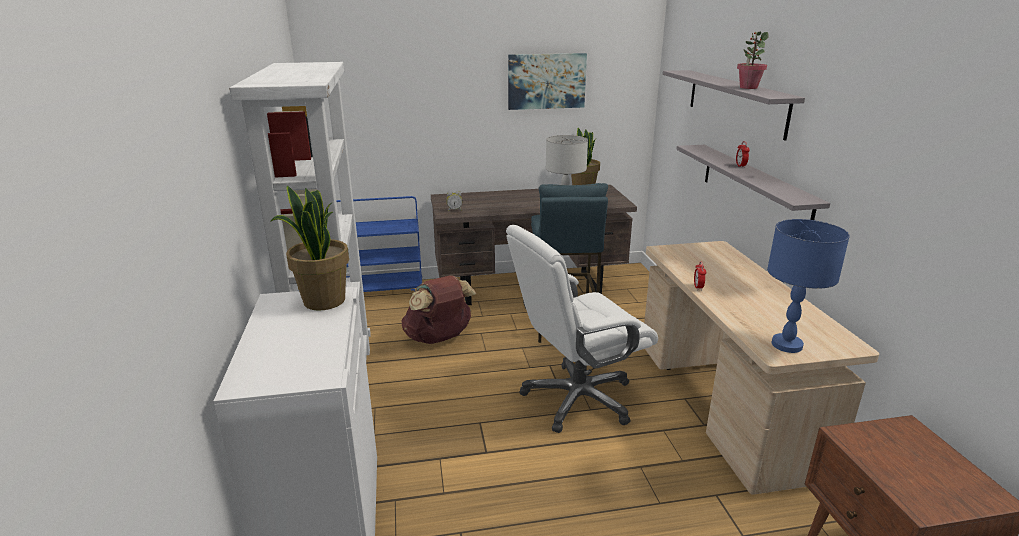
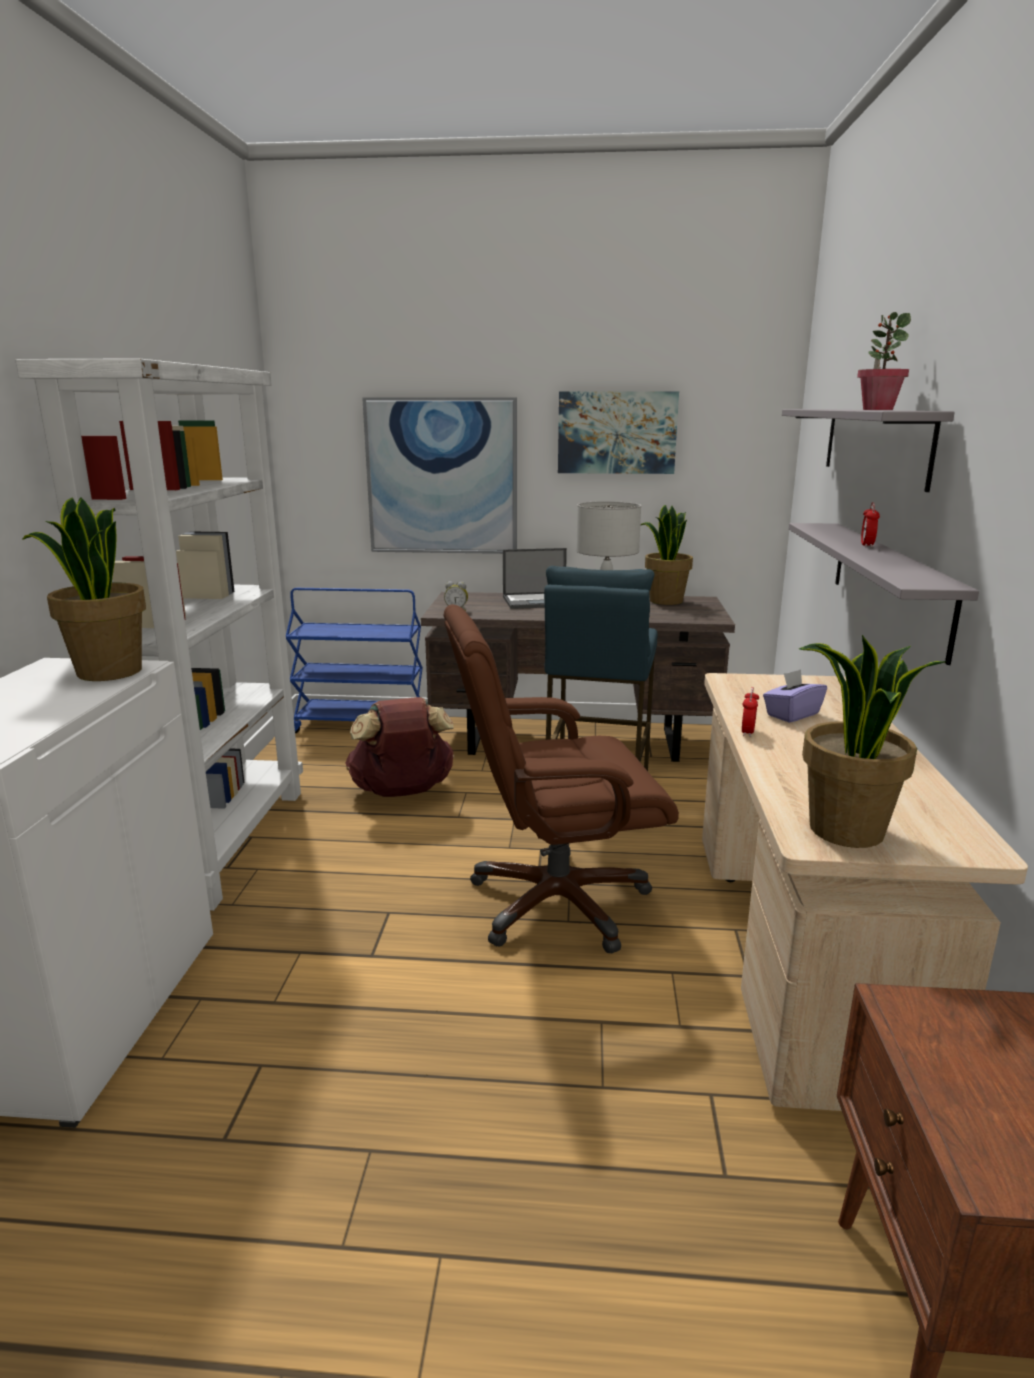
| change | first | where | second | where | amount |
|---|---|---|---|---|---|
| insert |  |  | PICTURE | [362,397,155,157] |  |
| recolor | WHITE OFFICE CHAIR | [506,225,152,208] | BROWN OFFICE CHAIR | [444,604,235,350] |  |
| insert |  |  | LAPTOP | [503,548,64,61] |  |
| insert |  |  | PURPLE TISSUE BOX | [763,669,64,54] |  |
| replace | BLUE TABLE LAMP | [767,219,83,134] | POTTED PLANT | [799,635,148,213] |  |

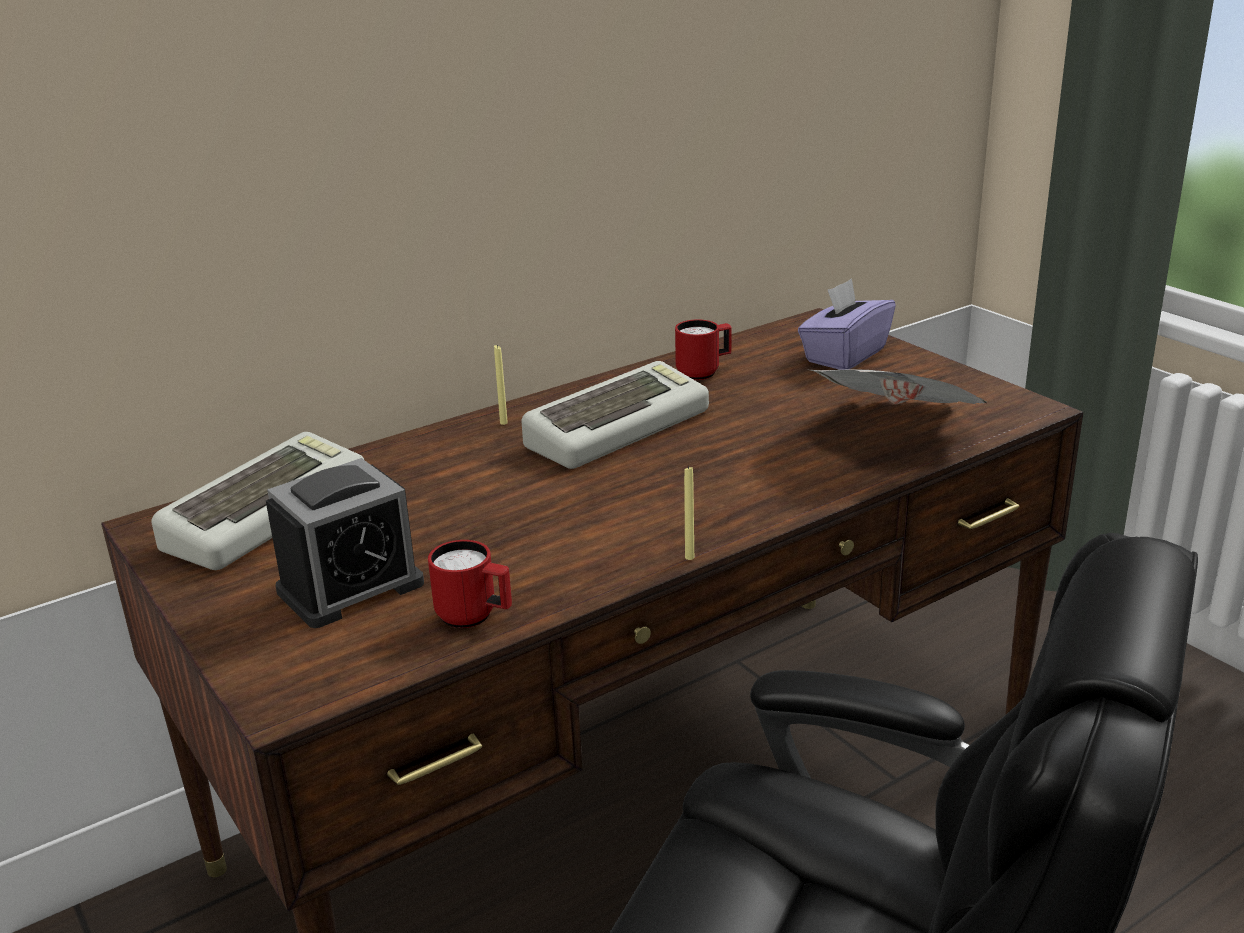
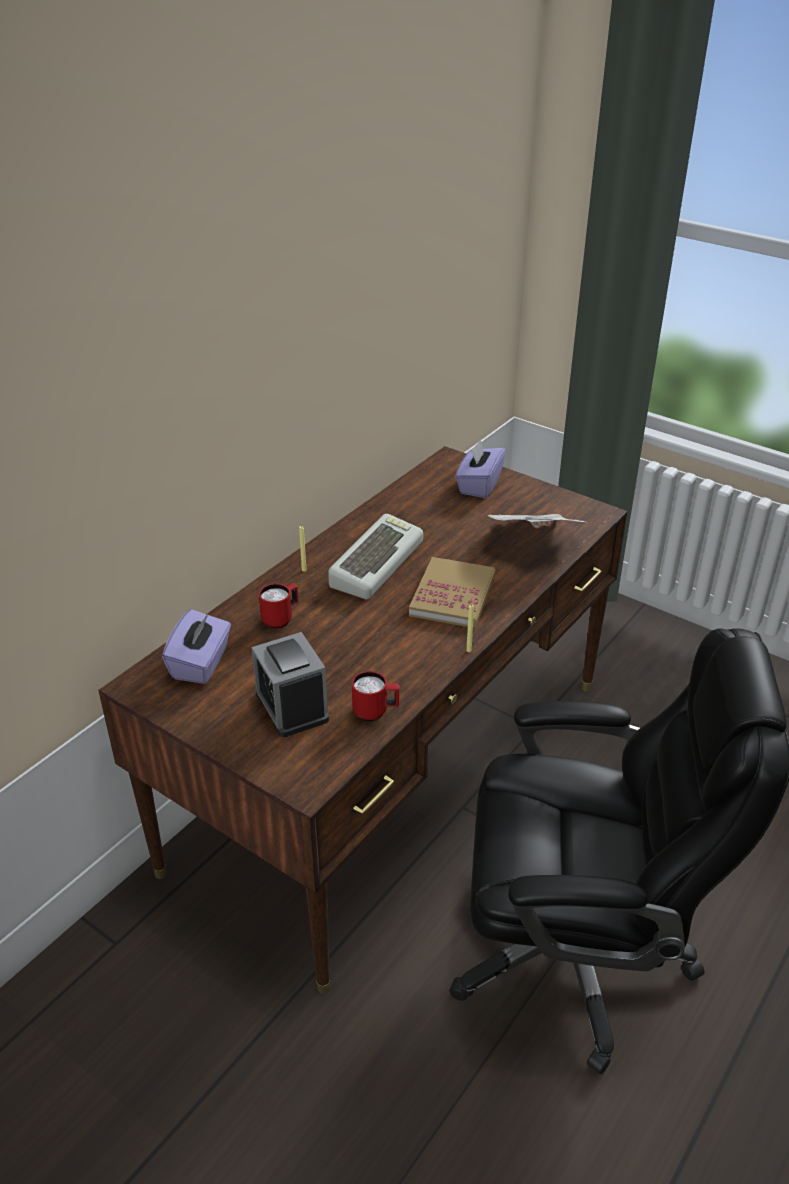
| change | first | where | second | where | amount |
|---|---|---|---|---|---|
| replace | KEYBOARD | [151,432,213,138] | PURPLE TISSUE BOX | [162,609,69,75] |  |
| rotate | ALARM CLOCK | [266,458,158,170] |  | [252,632,77,105] | 120 degrees clockwise |
| move | RED MUG | [675,319,57,61] |  | [259,583,40,46] |  |
| insert |  |  | BOOK | [409,557,87,71] |  |

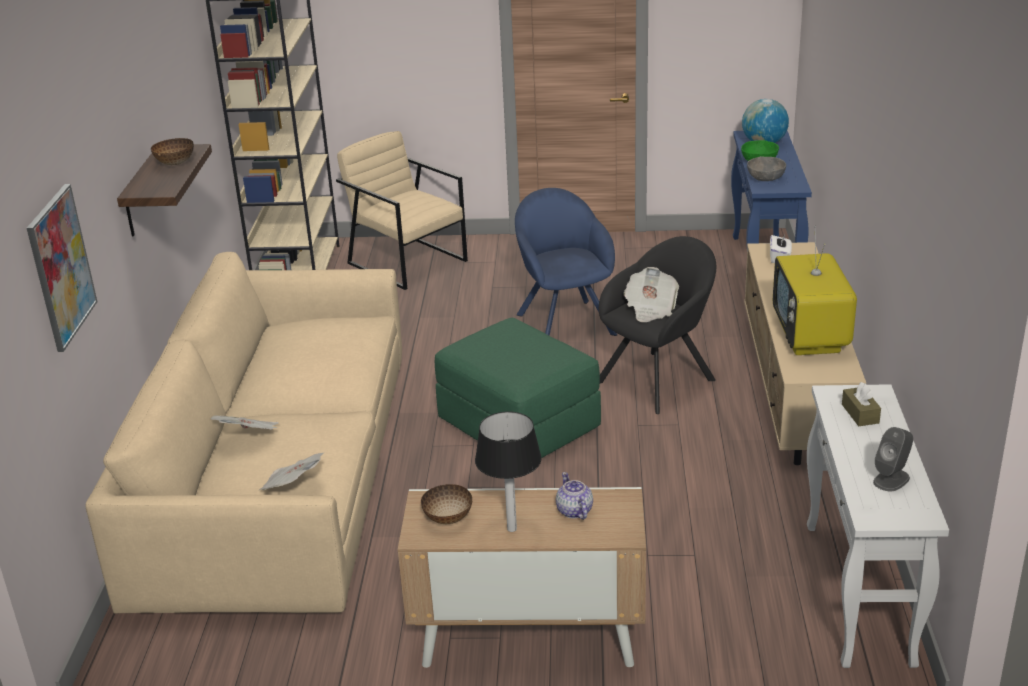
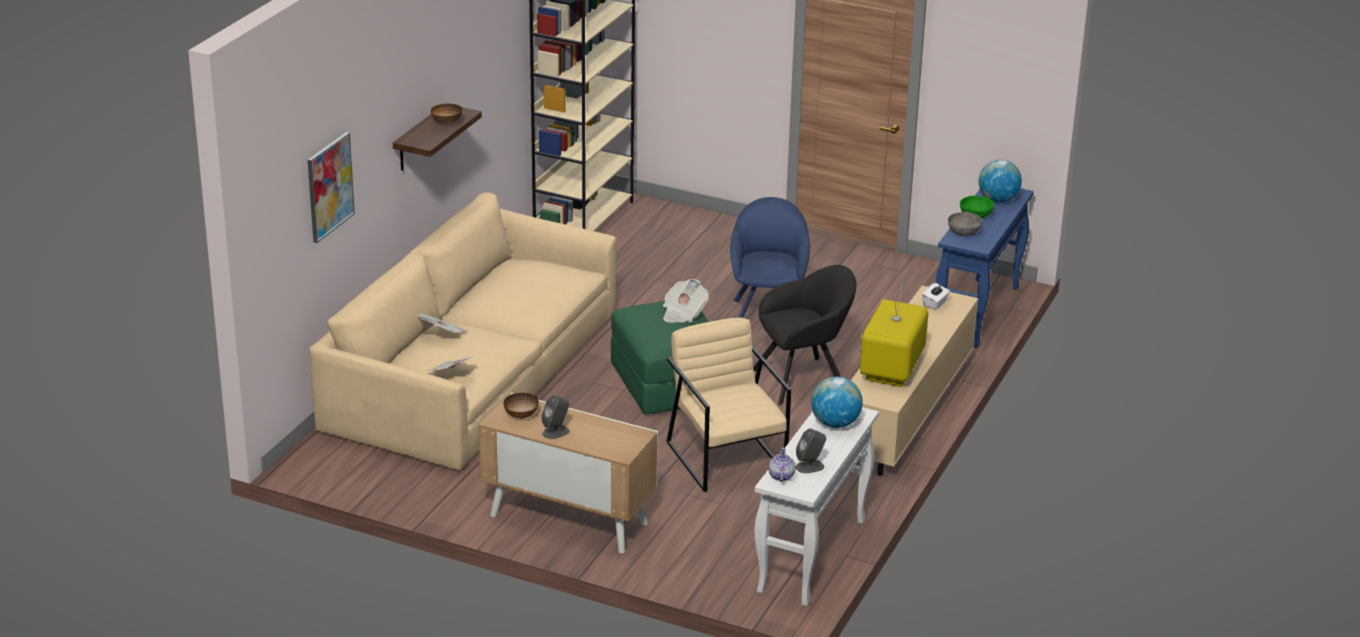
| change | first | where | second | where | amount |
|---|---|---|---|---|---|
| replace | TABLE LAMP | [475,411,67,121] | GREY SPEAKER | [541,395,29,44] |  |
| move | NEWSPAPER | [624,267,55,55] |  | [663,279,46,44] |  |
| move | BEIGE ARMCHAIR | [336,131,132,159] |  | [666,318,125,174] |  |
| move | TEAPOT | [556,472,37,48] |  | [768,448,28,34] |  |
| replace | BROWN TISSUE BOX | [842,382,39,44] | GLOBE | [811,377,52,51] |  |

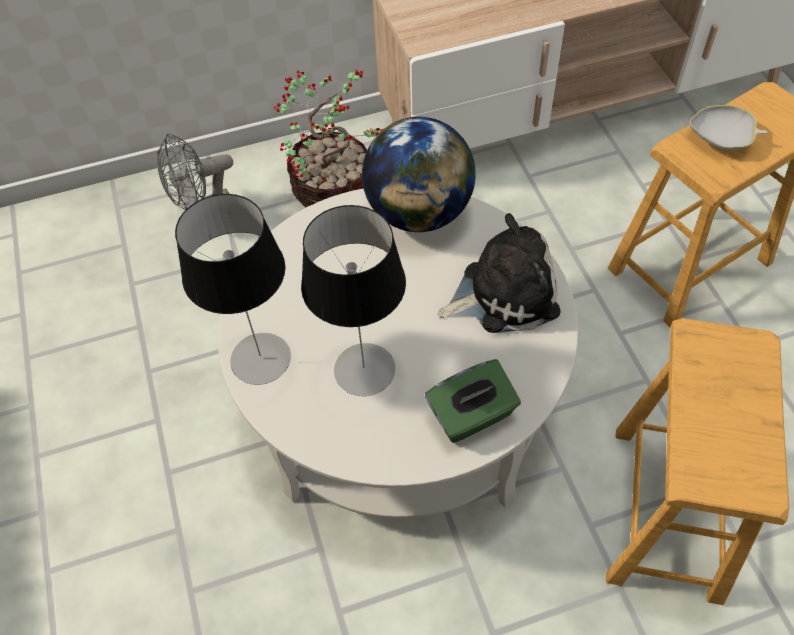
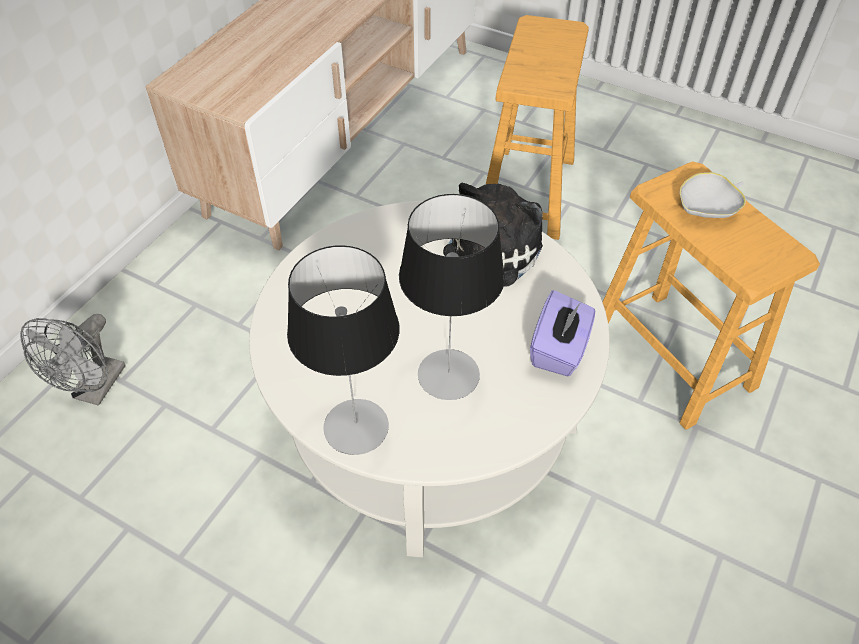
| change | first | where | second | where | amount |
|---|---|---|---|---|---|
| recolor | GREEN TISSUE BOX | [425,359,96,84] | PURPLE TISSUE BOX | [530,290,65,87] |  |
| move | WHITE BOWL | [690,105,78,45] |  | [680,172,66,46] |  |
| delete | POTTED PLANT | [274,69,109,138] |  |  |  |
| delete | GLOBE | [362,117,114,115] |  |  |  |

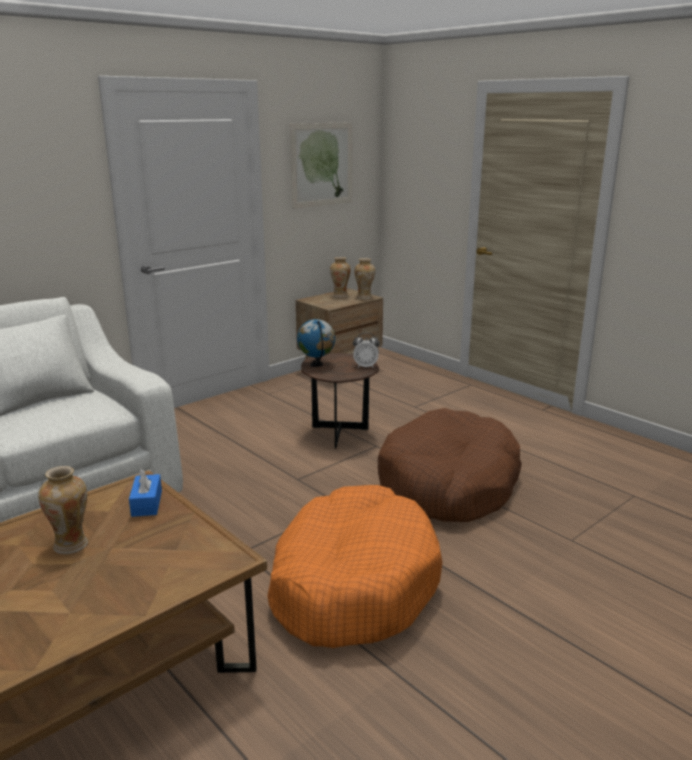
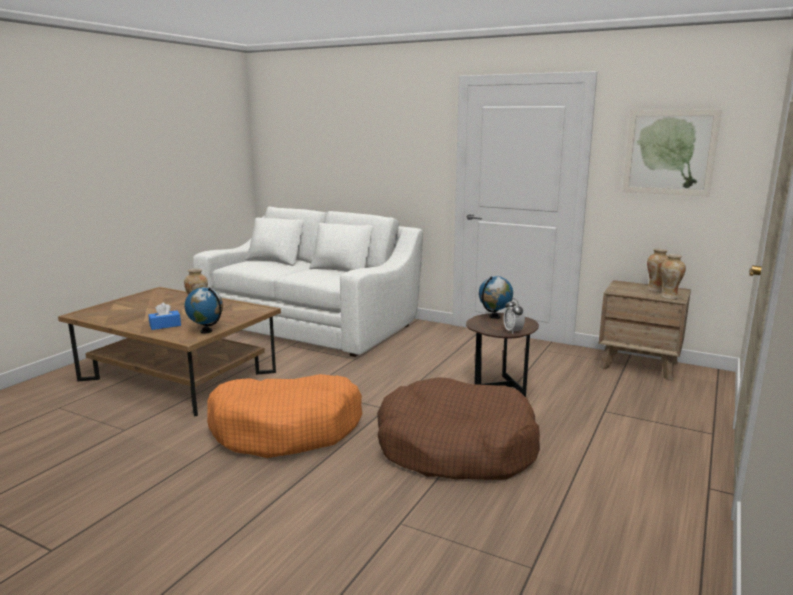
| change | first | where | second | where | amount |
|---|---|---|---|---|---|
| move | BLUE TISSUE BOX | [129,468,33,49] |  | [149,303,32,27] |  |
| insert |  |  | GLOBE | [185,287,38,47] |  |

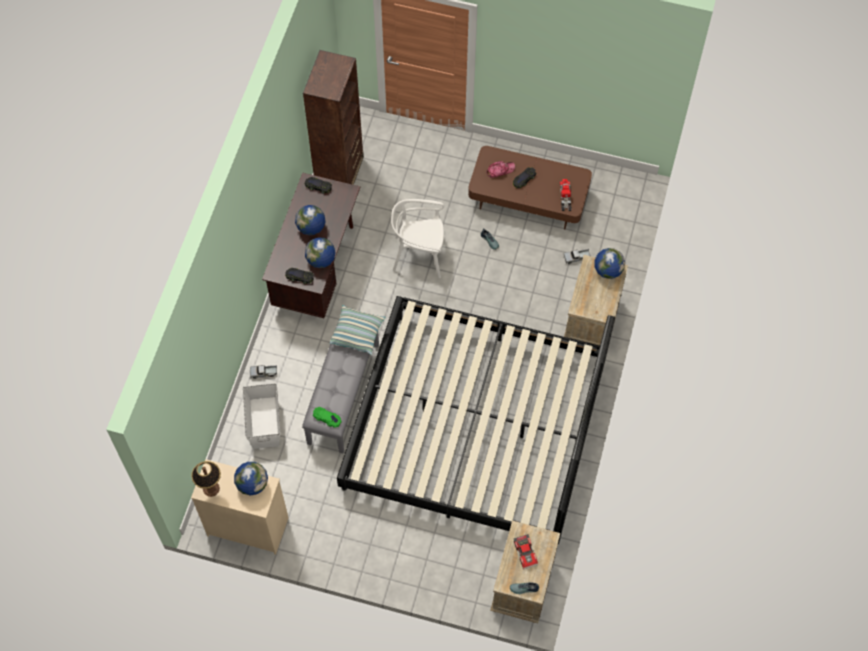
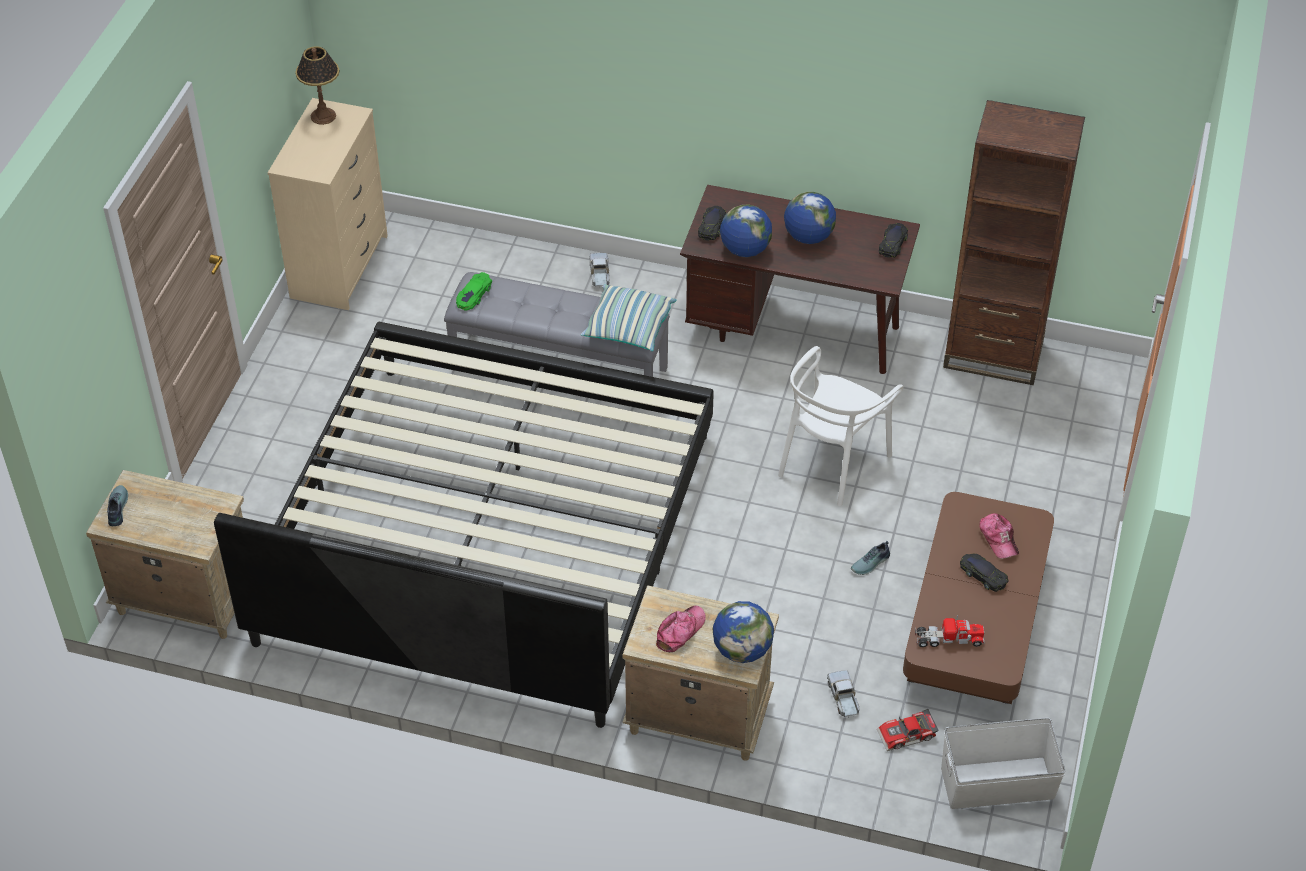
| change | first | where | second | where | amount |
|---|---|---|---|---|---|
| insert |  |  | CAP | [656,606,50,46] |  |
| rotate | WHITE CHAIR | [391,199,53,79] |  | [778,346,126,160] | 150 degrees counterclockwise |
| move | TOY CAR | [514,534,24,35] |  | [877,709,62,42] |  |
| move | WHITE STORAGE BOX | [243,383,37,66] |  | [941,717,125,92] |  |
| delete | GLOBE | [234,462,34,34] |  |  |  |

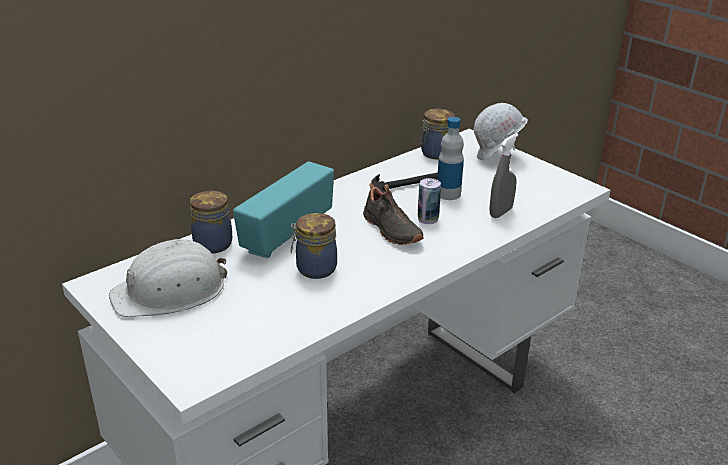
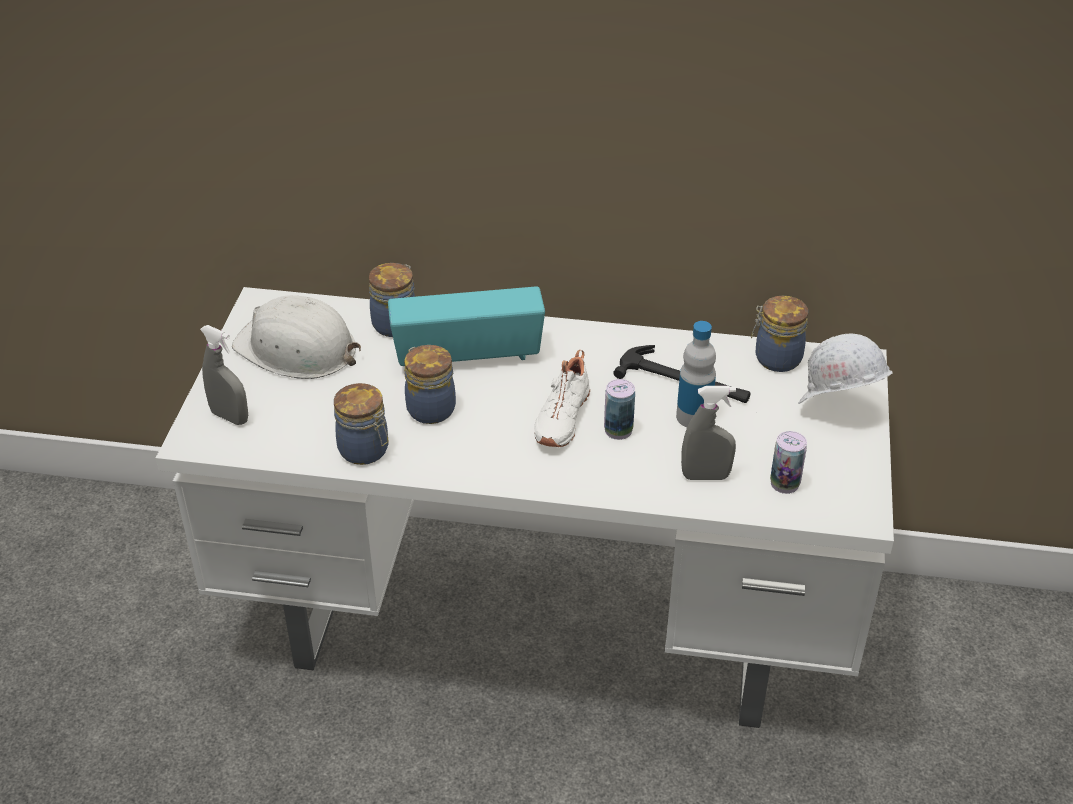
| change | first | where | second | where | amount |
|---|---|---|---|---|---|
| insert |  |  | GREY SPRAY BOTTLE | [200,325,48,100] |  |
| insert |  |  | JAR | [334,383,54,82] |  |
| recolor | BLACK SHOE | [363,183,61,62] | WHITE SHOE | [534,350,56,97] |  |
| insert |  |  | CAN | [770,431,37,63] |  |

